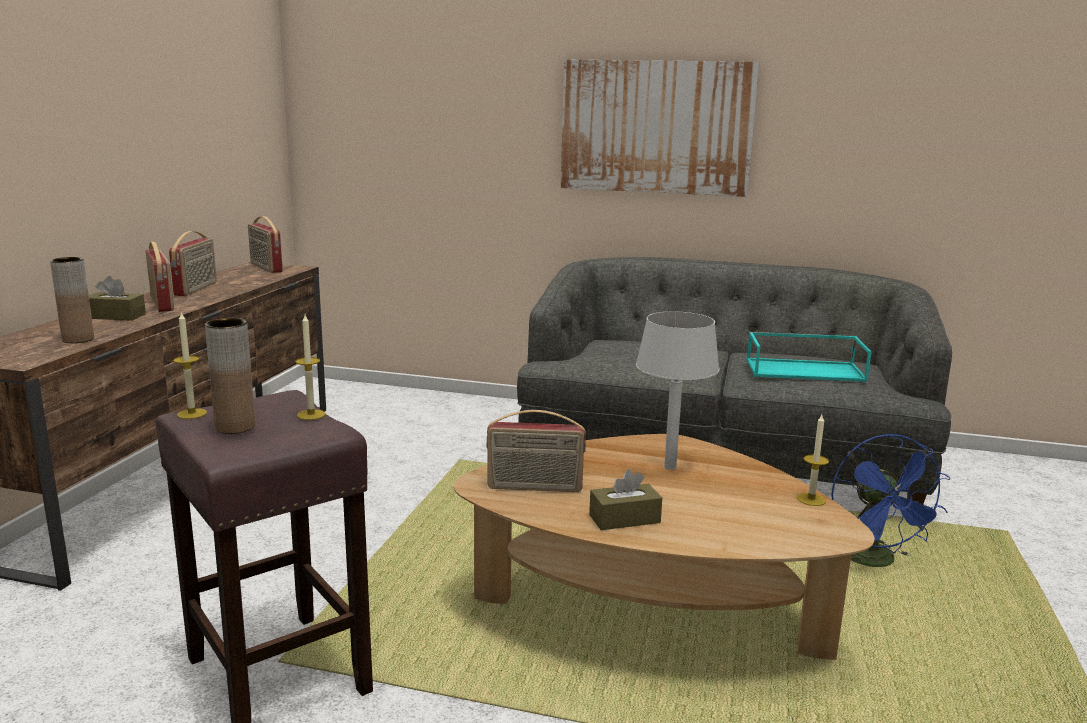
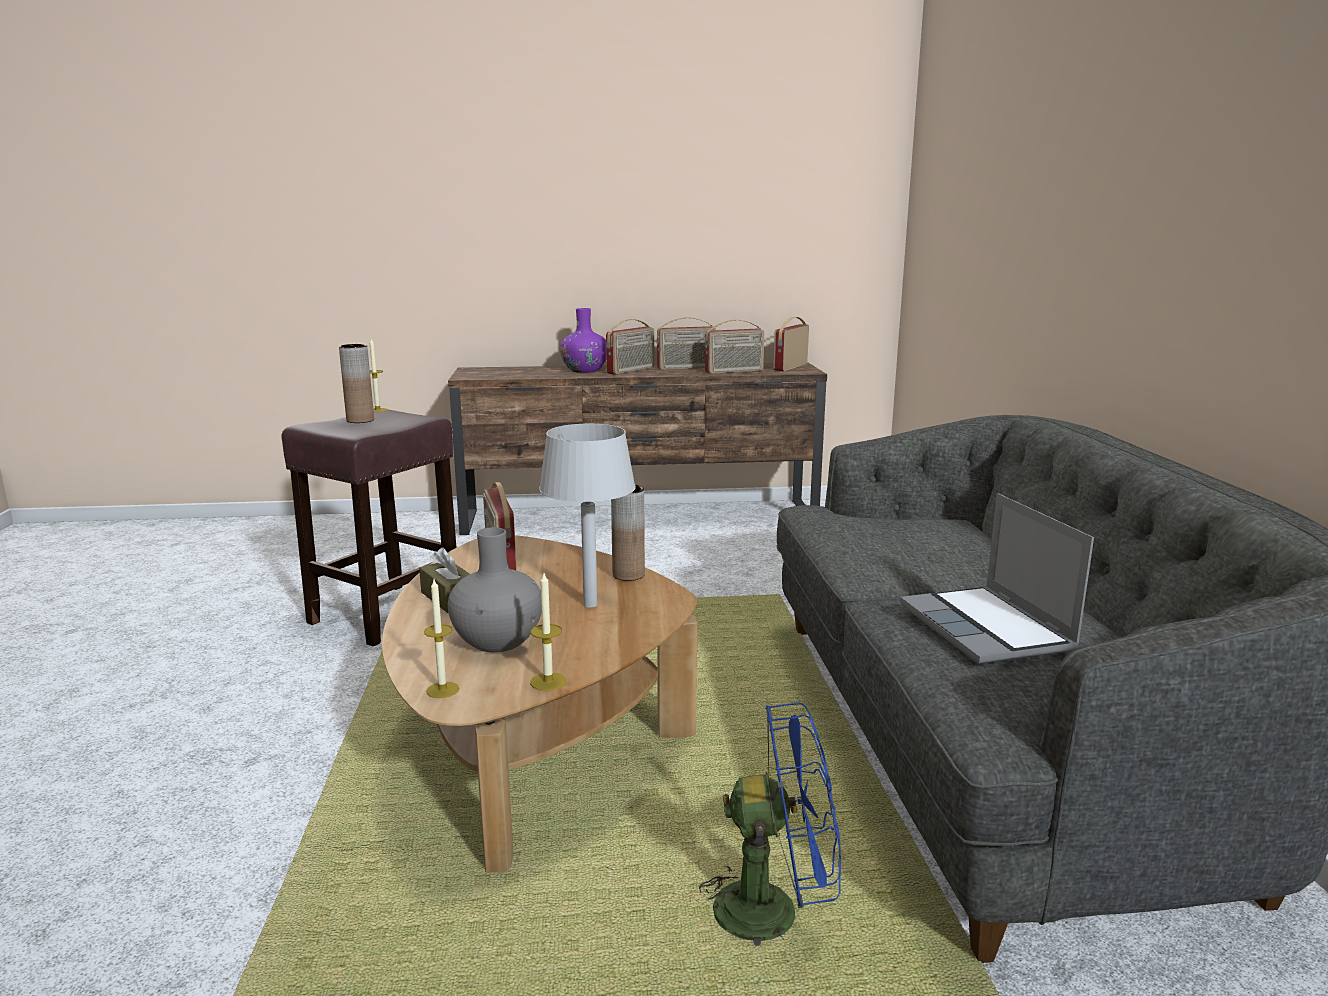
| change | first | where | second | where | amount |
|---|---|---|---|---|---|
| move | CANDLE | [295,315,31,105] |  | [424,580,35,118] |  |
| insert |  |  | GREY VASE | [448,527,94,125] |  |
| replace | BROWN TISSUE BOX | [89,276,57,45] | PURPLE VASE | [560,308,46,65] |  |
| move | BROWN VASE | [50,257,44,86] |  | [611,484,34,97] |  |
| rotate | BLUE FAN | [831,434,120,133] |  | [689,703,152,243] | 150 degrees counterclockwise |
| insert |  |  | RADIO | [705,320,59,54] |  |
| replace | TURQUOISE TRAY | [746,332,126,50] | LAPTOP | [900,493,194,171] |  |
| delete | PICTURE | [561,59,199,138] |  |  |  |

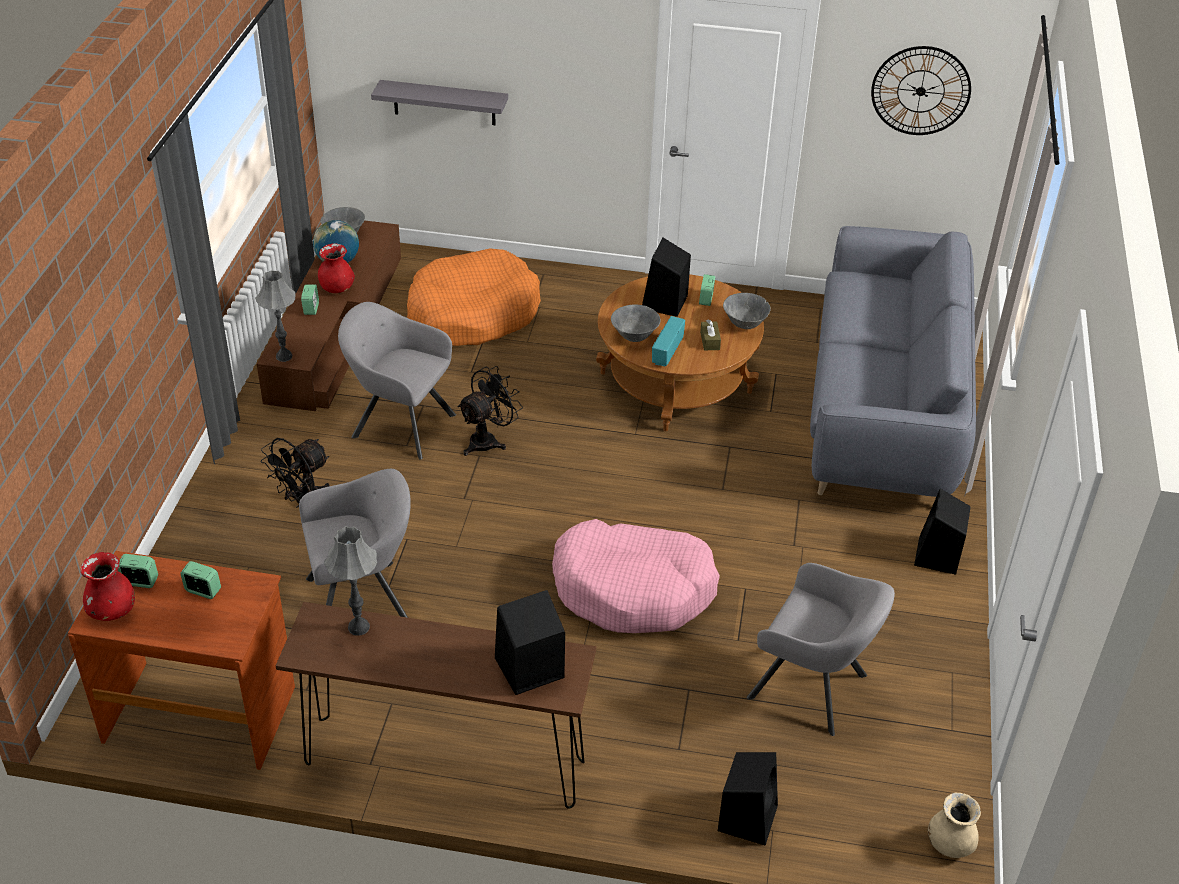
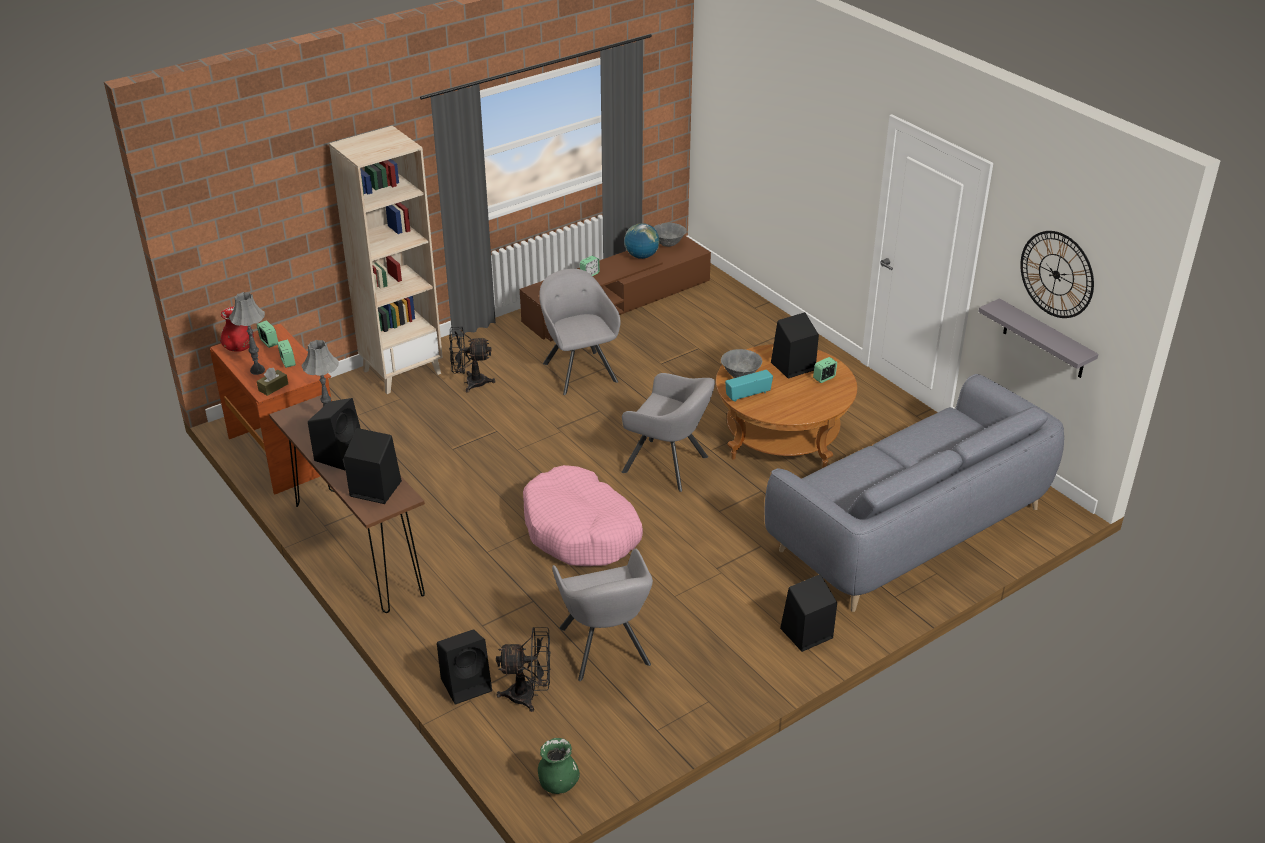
| change | first | where | second | where | amount |
|---|---|---|---|---|---|
| move | GREY TABLE LAMP | [255,270,40,92] |  | [229,292,36,83] |  |
| move | BROWN TISSUE BOX | [700,320,21,30] |  | [257,368,31,28] |  |
| insert |  |  | BLACK SPEAKER | [308,398,53,72] |  |
| insert |  |  | BEIGE BOOKCASE | [329,126,114,268] |  |
| move | BLACK FAN | [458,366,65,90] |  | [496,627,54,85] |  |
| recolor | BEIGE VASE | [928,793,53,65] | GREEN VASE | [538,738,42,56] |  |
| move | GREY ARMCHAIR | [299,469,112,149] |  | [622,373,93,119] |  |
| move | GREY SHELF | [371,80,137,45] |  | [978,298,121,80] |  |
| delete | RED VASE | [318,243,37,50] |  |  |  |
| delete | ORANGE DOG BED | [407,248,134,98] |  |  |  |
| delete | GREY BOWL | [723,293,48,36] |  |  |  |

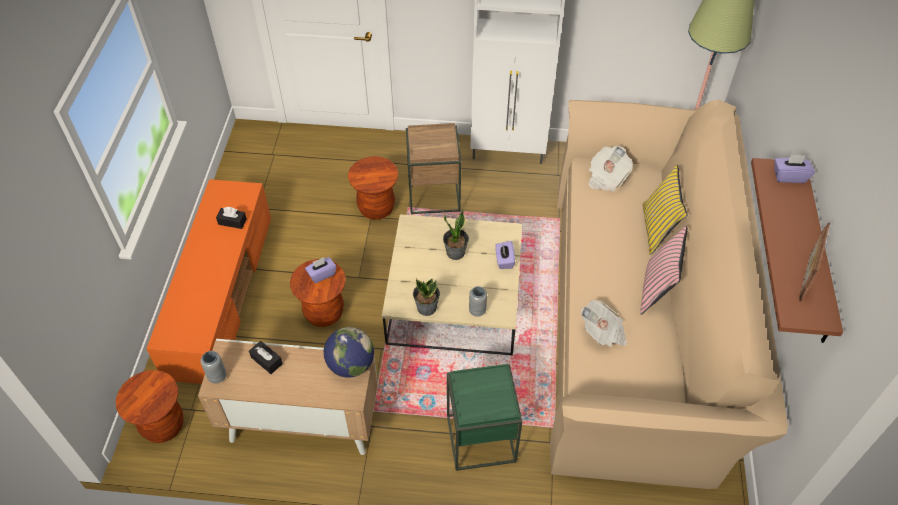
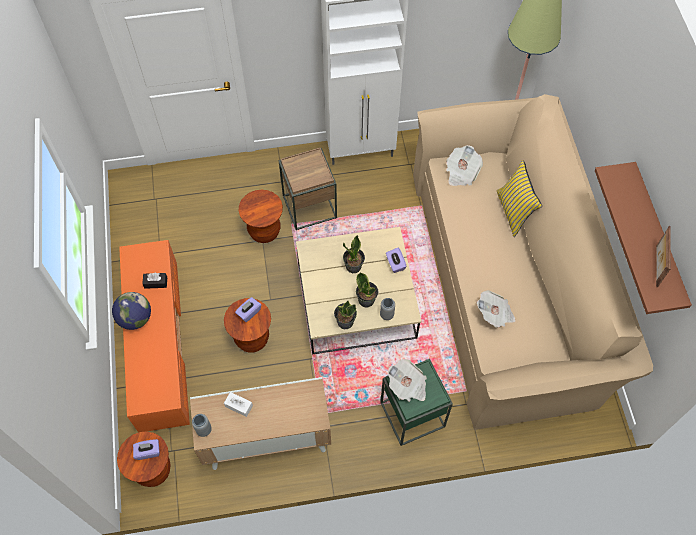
| change | first | where | second | where | amount |
|---|---|---|---|---|---|
| move | GLOBE | [324,327,50,51] |  | [112,292,39,38] |  |
| move | PURPLE TISSUE BOX | [774,154,41,29] |  | [133,439,27,21] |  |
| recolor | BLACK TISSUE BOX | [249,341,34,33] | WHITE TISSUE BOX | [224,392,29,25] |  |
| insert |  |  | POTTED PLANT | [356,272,22,36] |  |
| insert |  |  | NEWSPAPER | [388,359,39,43] |  |
| delete | PINK PILLOW | [640,226,47,89] |  |  |  |

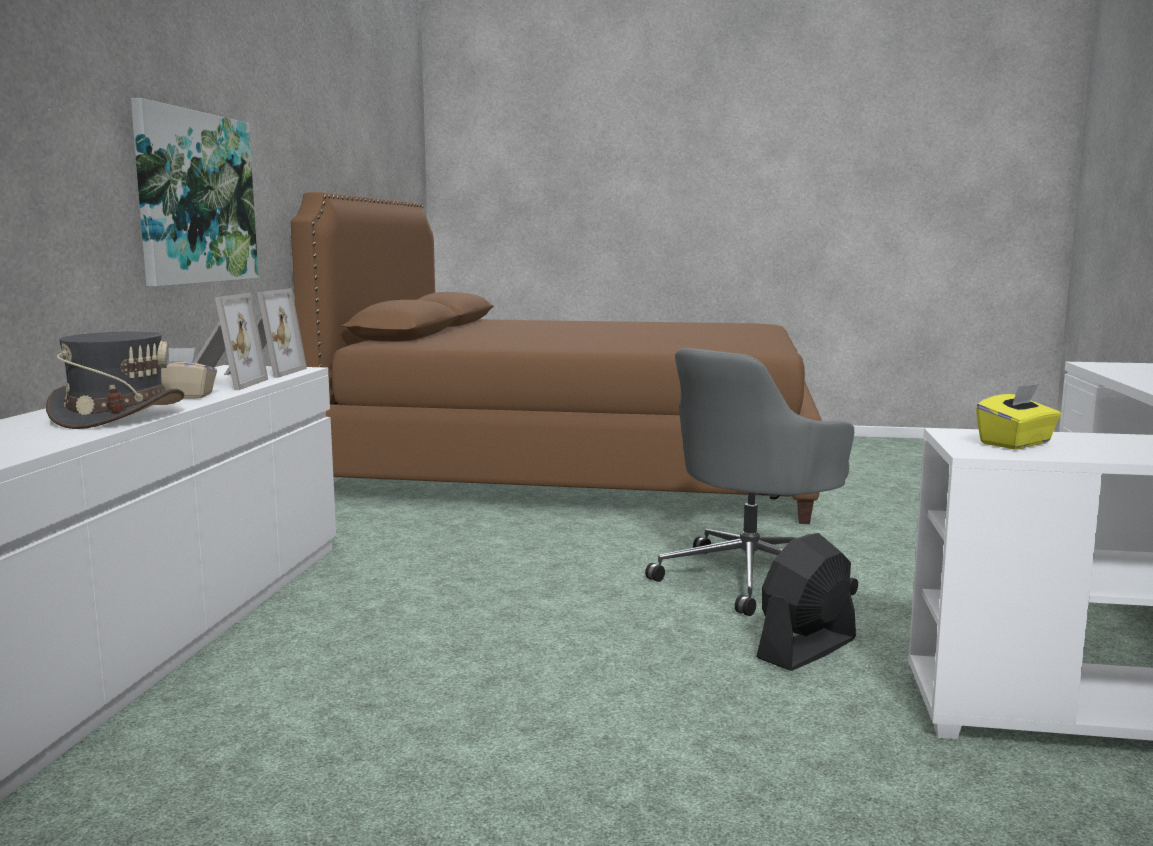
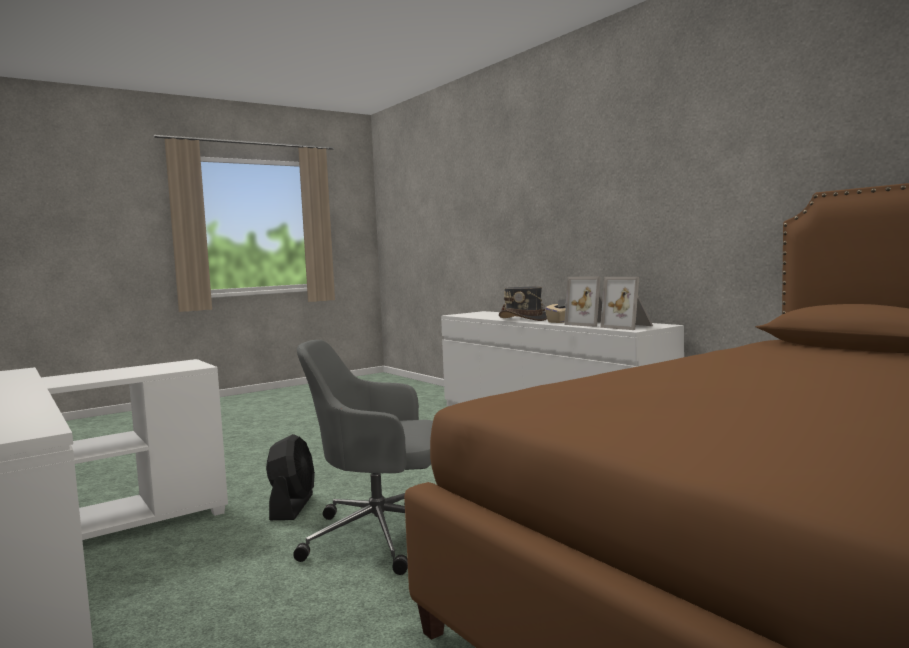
| change | first | where | second | where | amount |
|---|---|---|---|---|---|
| rotate | GREY OFFICE CHAIR | [645,348,213,268] |  | [293,340,140,235] | 90 degrees counterclockwise |
| delete | PICTURE | [131,98,128,189] |  |  |  |
| delete | YELLOW TISSUE BOX | [976,384,85,66] |  |  |  |

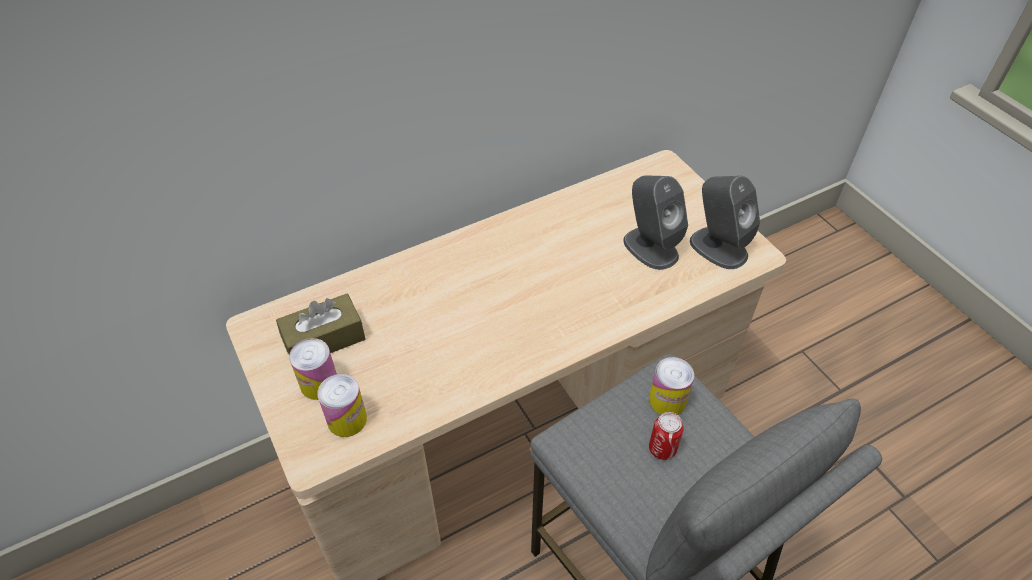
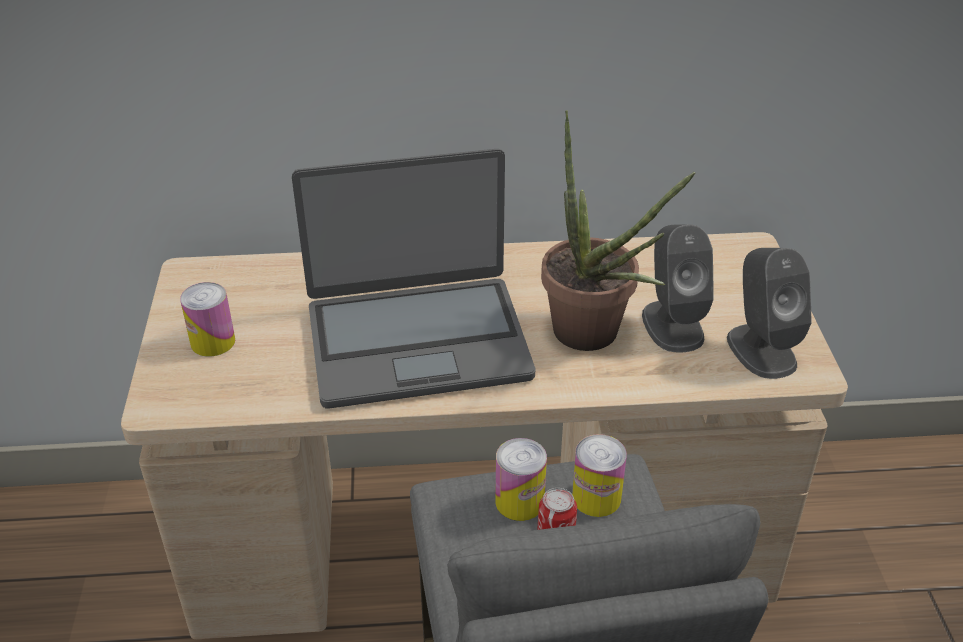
| change | first | where | second | where | amount |
|---|---|---|---|---|---|
| insert |  |  | LAPTOP | [292,149,244,260] |  |
| move | CAN | [317,374,50,63] |  | [495,438,52,83] |  |
| insert |  |  | POTTED PLANT | [541,110,155,241] |  |
| delete | BROWN TISSUE BOX | [276,293,90,61] |  |  |  |

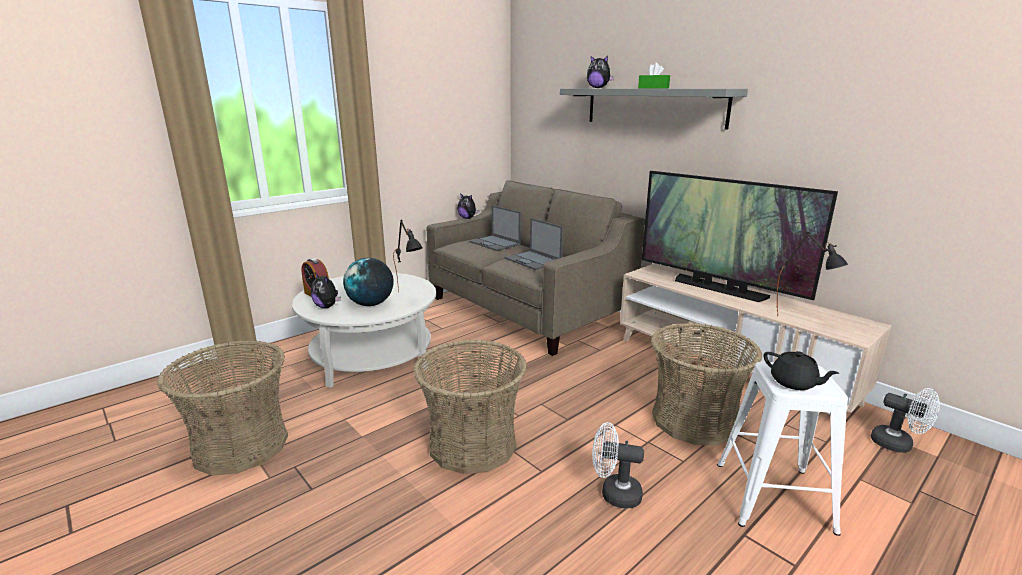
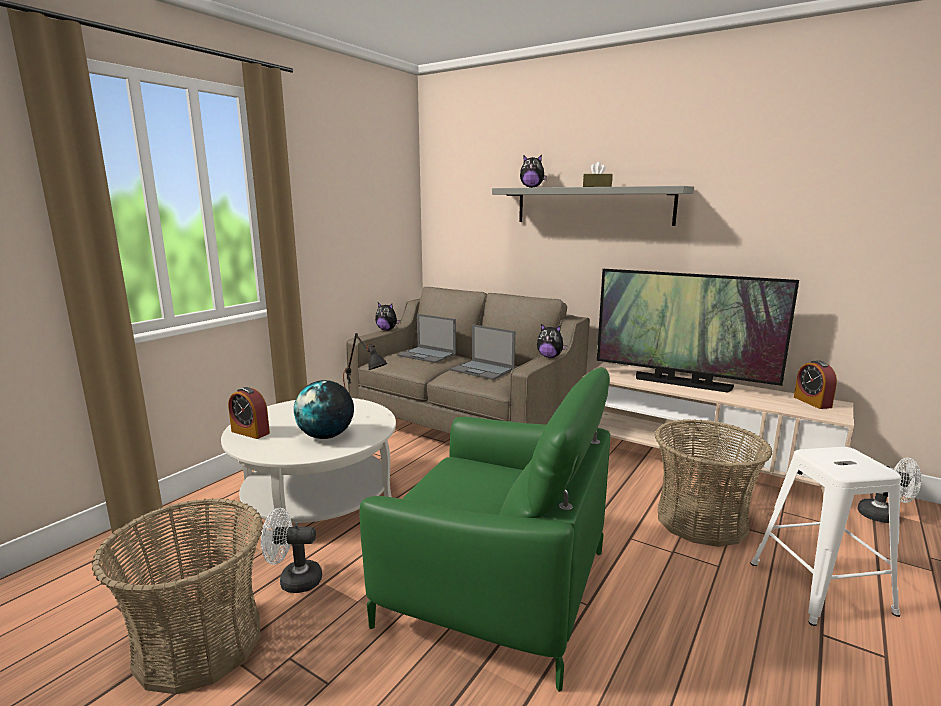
| change | first | where | second | where | amount |
|---|---|---|---|---|---|
| move | WHITE FAN | [592,422,52,87] |  | [261,508,61,85] |  |
| replace | BASKET | [413,340,114,134] | GREEN ARMCHAIR | [359,367,251,325] |  |
| move | PLUSH TOY | [311,273,30,35] |  | [537,324,30,34] |  |
| recolor | GREEN TISSUE BOX | [638,63,32,25] | BROWN TISSUE BOX | [583,162,30,25] |  |
| insert |  |  | ALARM CLOCK | [794,360,43,49] |  |
| delete | BLACK TEAPOT | [764,351,75,39] |  |  |  |
| delete | BLACK TABLE LAMP | [777,232,71,84] |  |  |  |

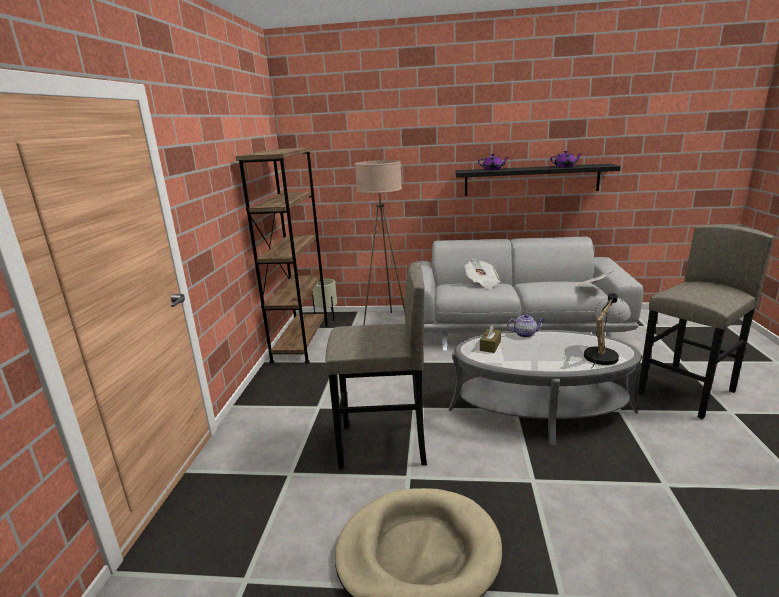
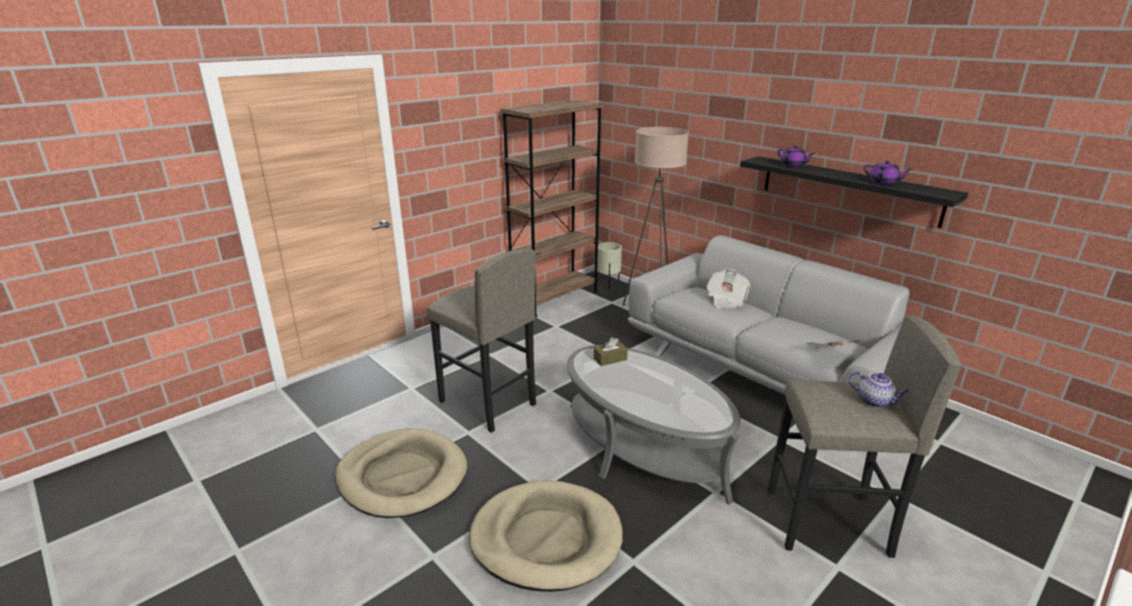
| change | first | where | second | where | amount |
|---|---|---|---|---|---|
| insert |  |  | BEIGE DOG BED | [469,480,154,112] |  |
| move | TEAPOT | [507,314,37,23] |  | [849,371,61,36] |  |
| delete | TABLE LAMP | [584,292,47,77] |  |  |  |

